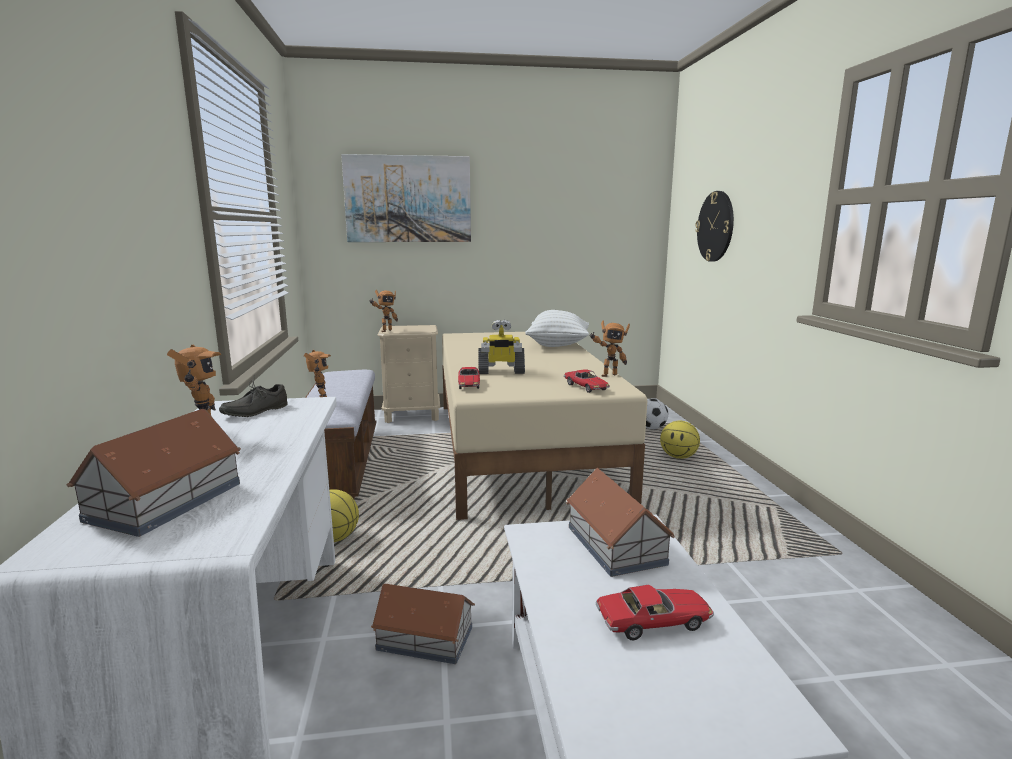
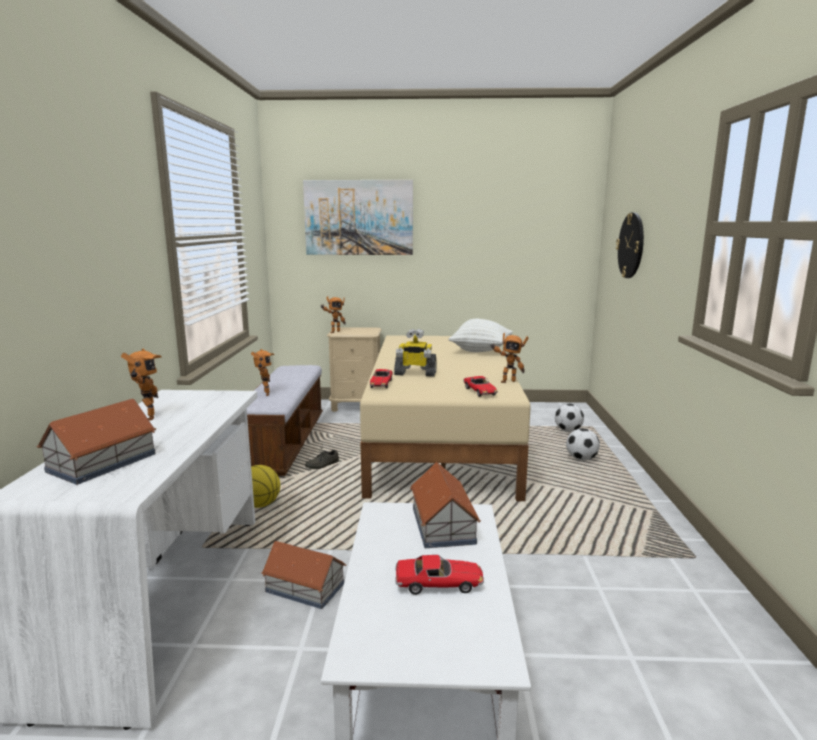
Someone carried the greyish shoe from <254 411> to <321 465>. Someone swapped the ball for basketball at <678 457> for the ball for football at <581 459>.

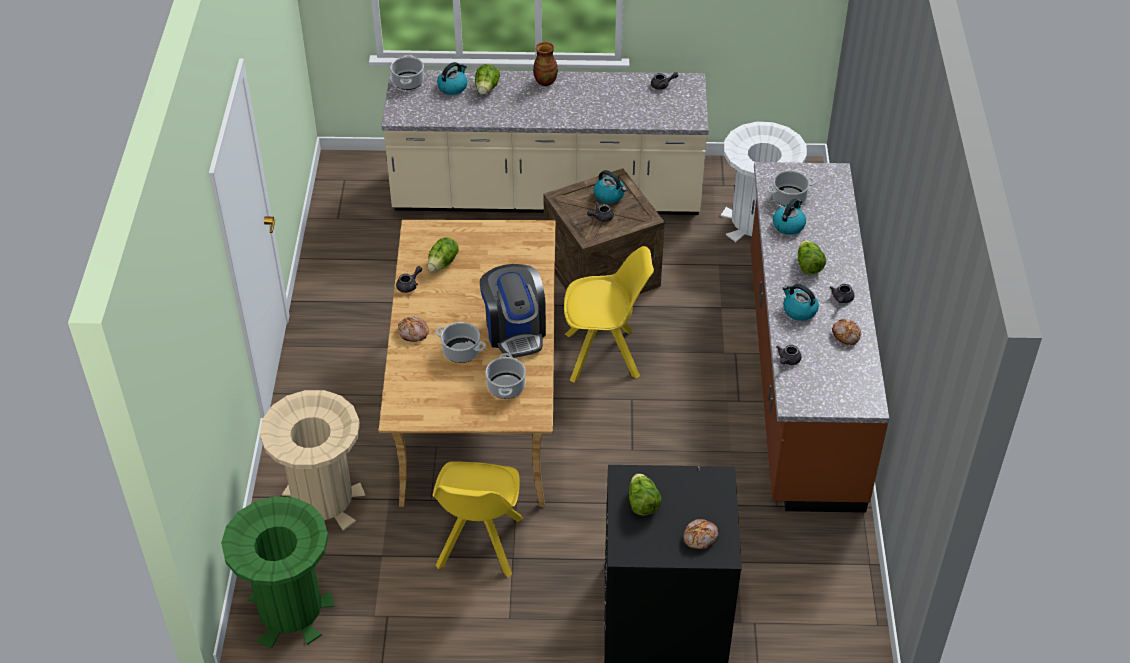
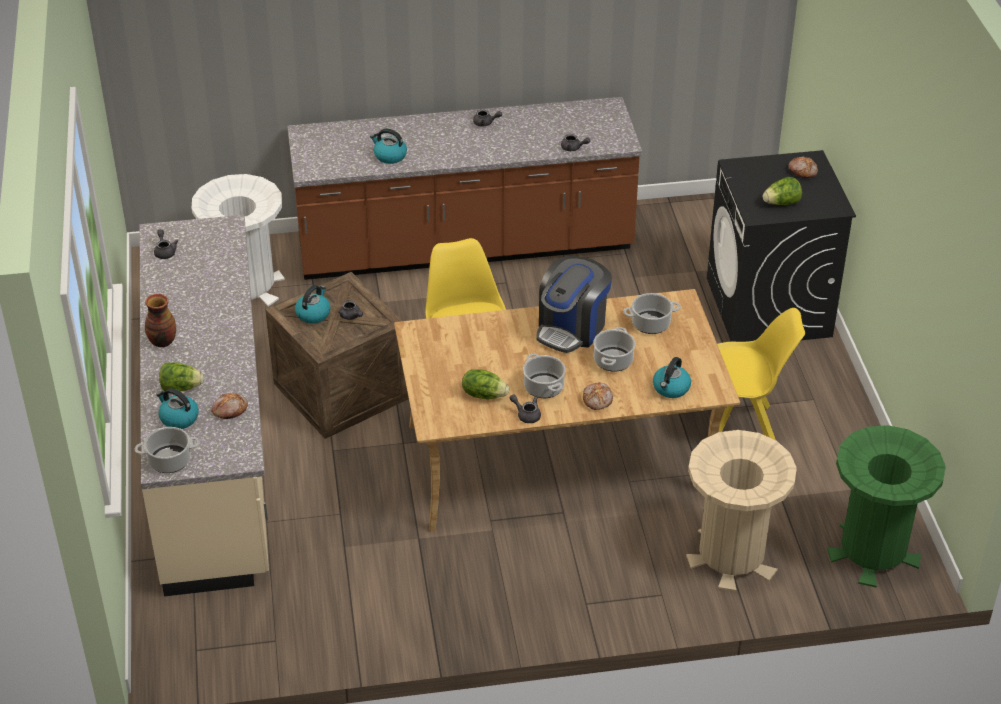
Someone took away the head of lettuce at <808 266>. Someone carried the saucepot from <789 197> to <543 387>. Someone carried the kettle from <799 310> to <671 388>. Someone carried the baked bread from <846 334> to <229 410>. Someone rotated the coffee brewer at <515 331> by 150 degrees clockwise.

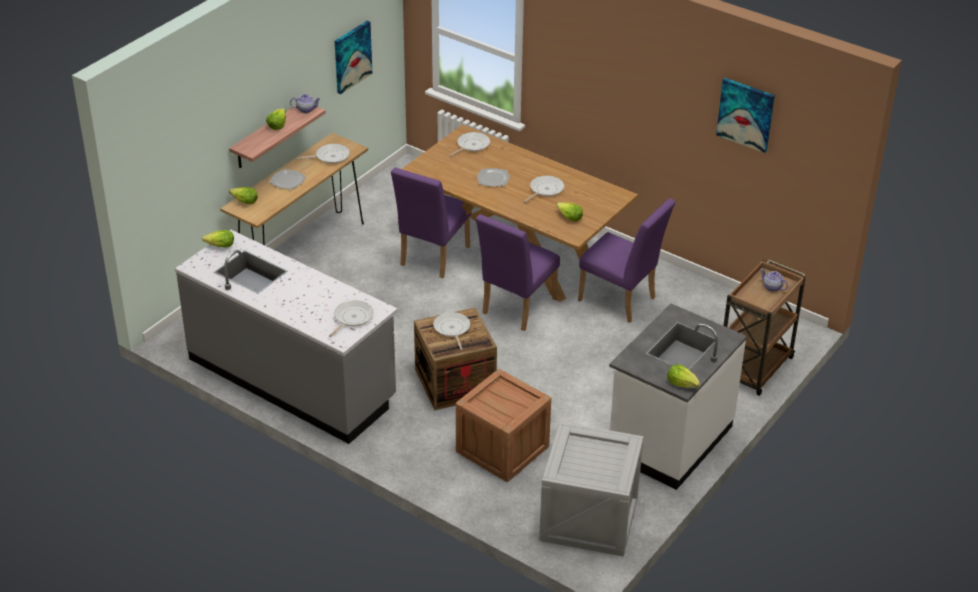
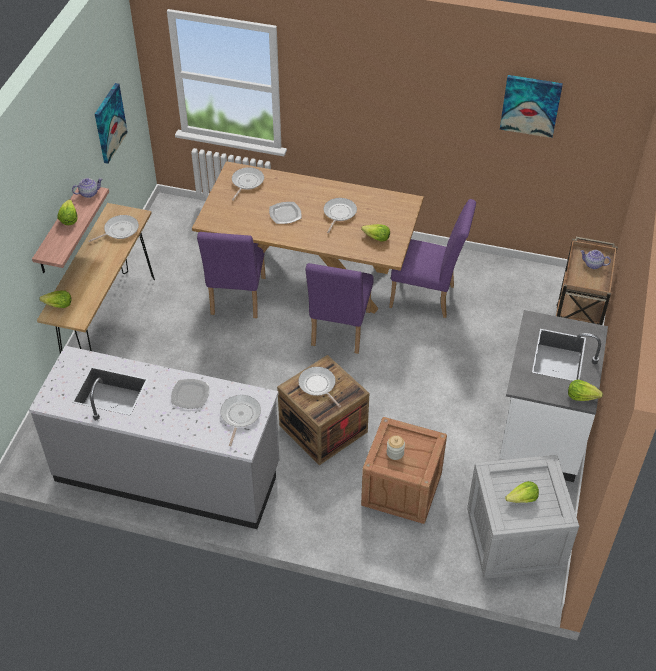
Someone put down the storage jar at <395 453>. Someone carried the head of lettuce from <220 246> to <522 499>. Someone carried the plate from <287 181> to <190 395>.

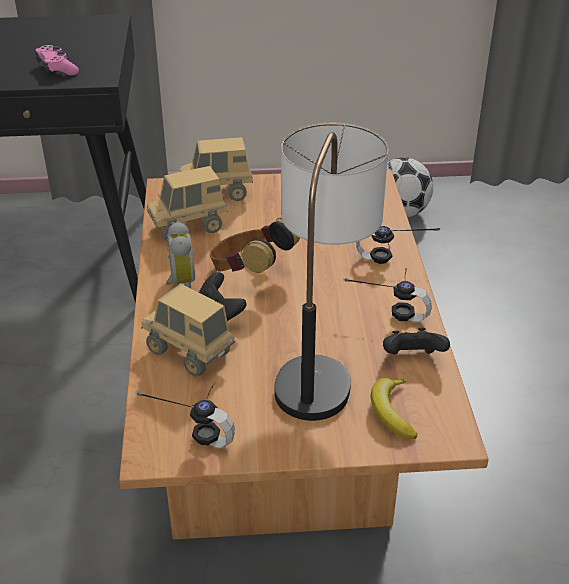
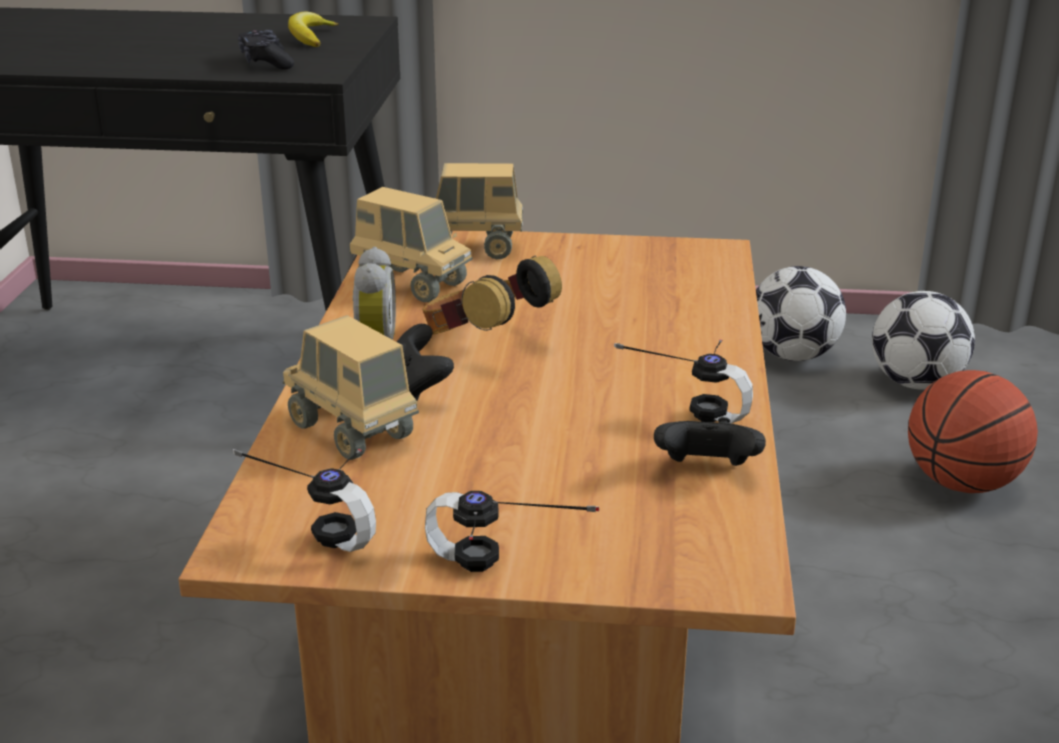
Someone took away the tabletop lamp at <321 362>. Someone put down the ball for football at <916 383>. Someone put down the ball for basketball at <962 483>. Someone carried the headset from <394 265> to <500 578>. Someone carried the banana fruit from <392 412> to <311 37>. Someone repainted the pinkish joypad at <57 68>, which became the black joypad at <266 62>. Someone rotated the toy truck at <189 228> by 135 degrees counterclockwise.

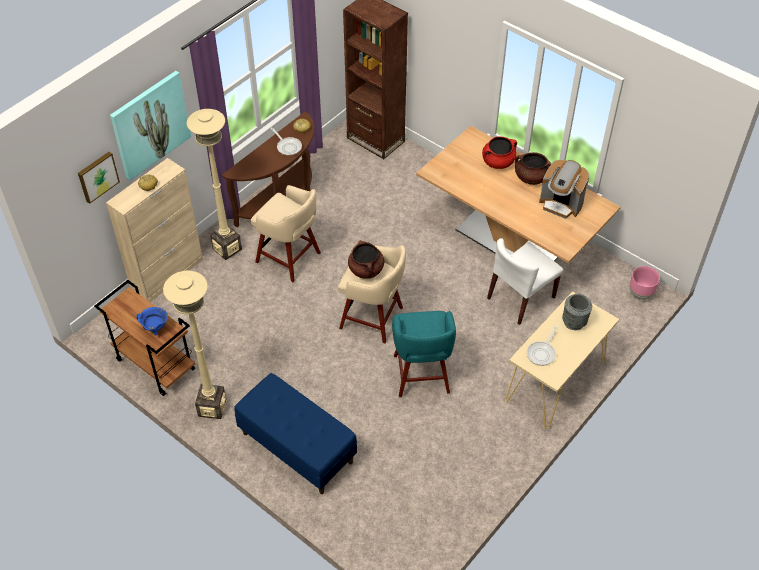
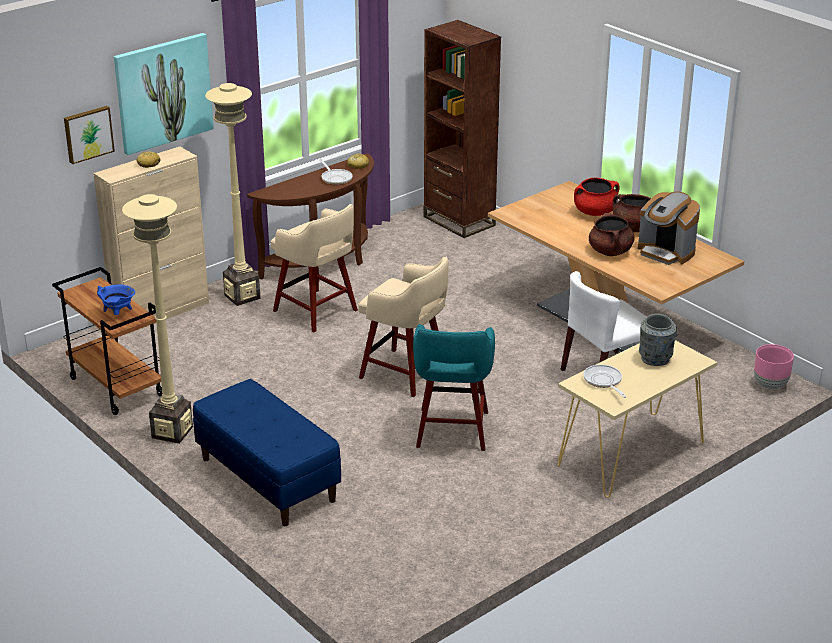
Someone carried the brownish saucepot from <366 270> to <610 252>. Someone rotated the pan at <542 353> by 120 degrees clockwise.

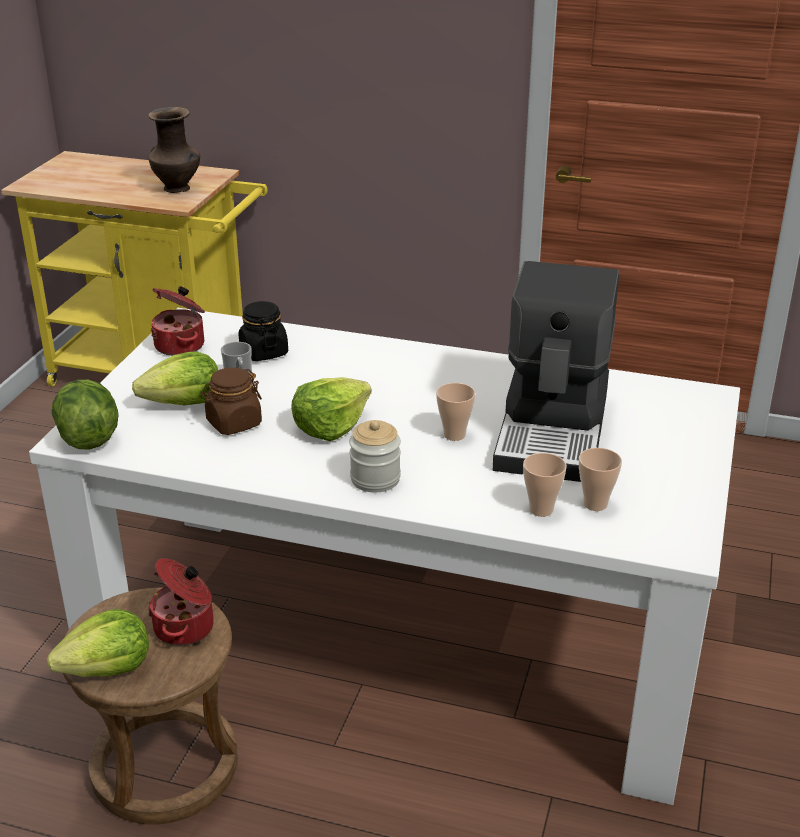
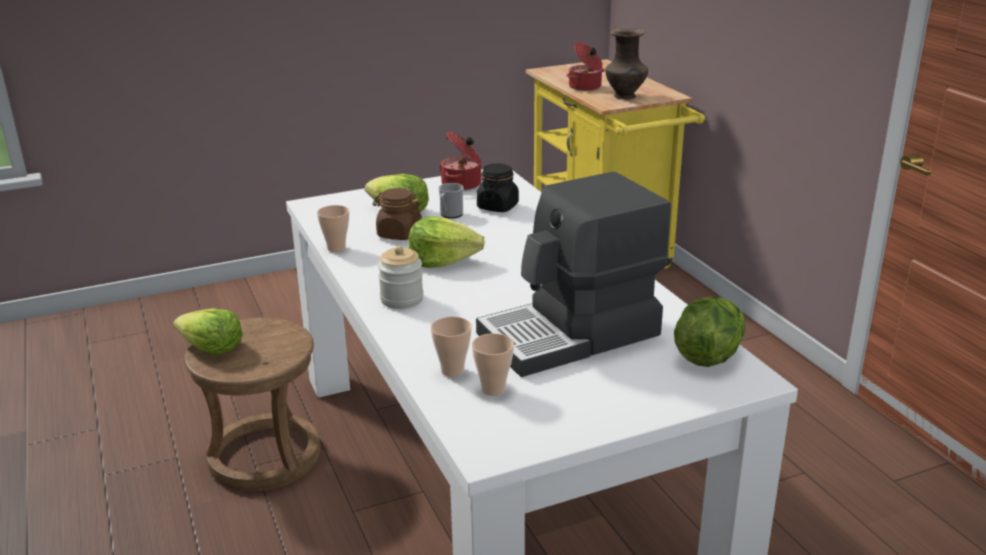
Someone carried the head of lettuce from <88 436> to <708 354>. Someone carried the saucepot from <186 627> to <585 87>. Someone carried the drinking cup from <454 435> to <336 248>.

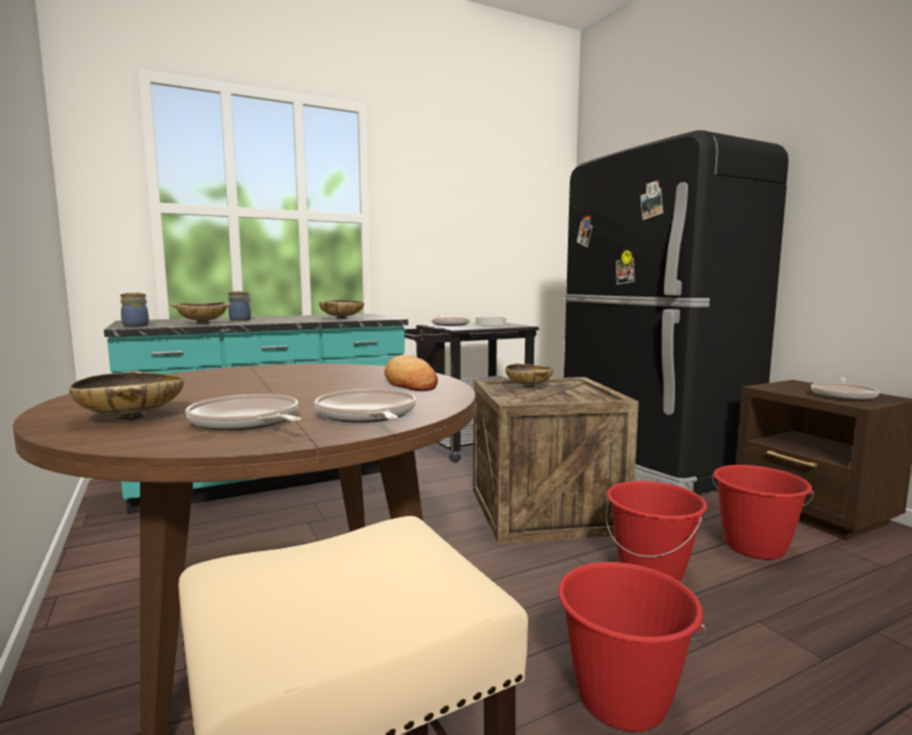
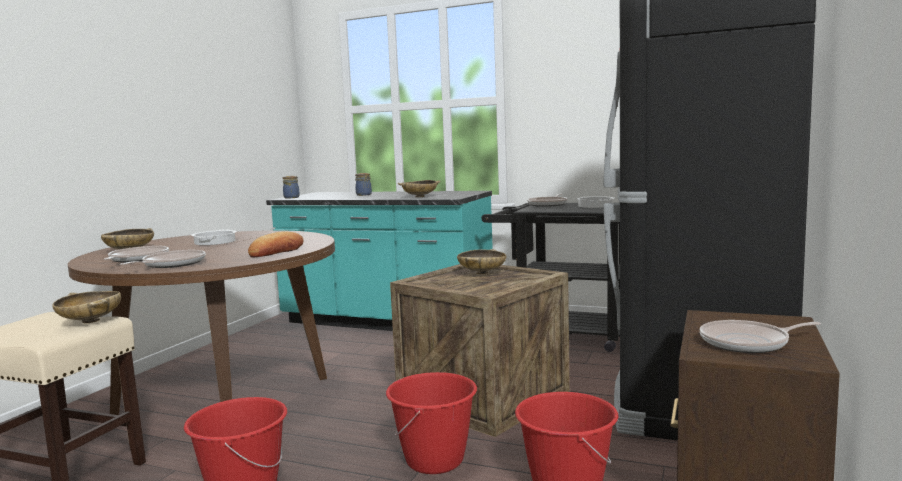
Someone put down the saucepot at <215 242>. Someone carried the beige-coloured serving bowl from <203 323> to <90 321>.

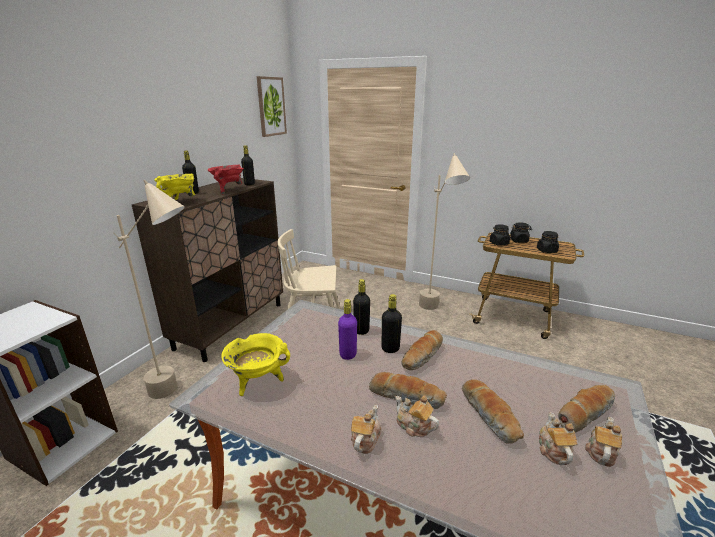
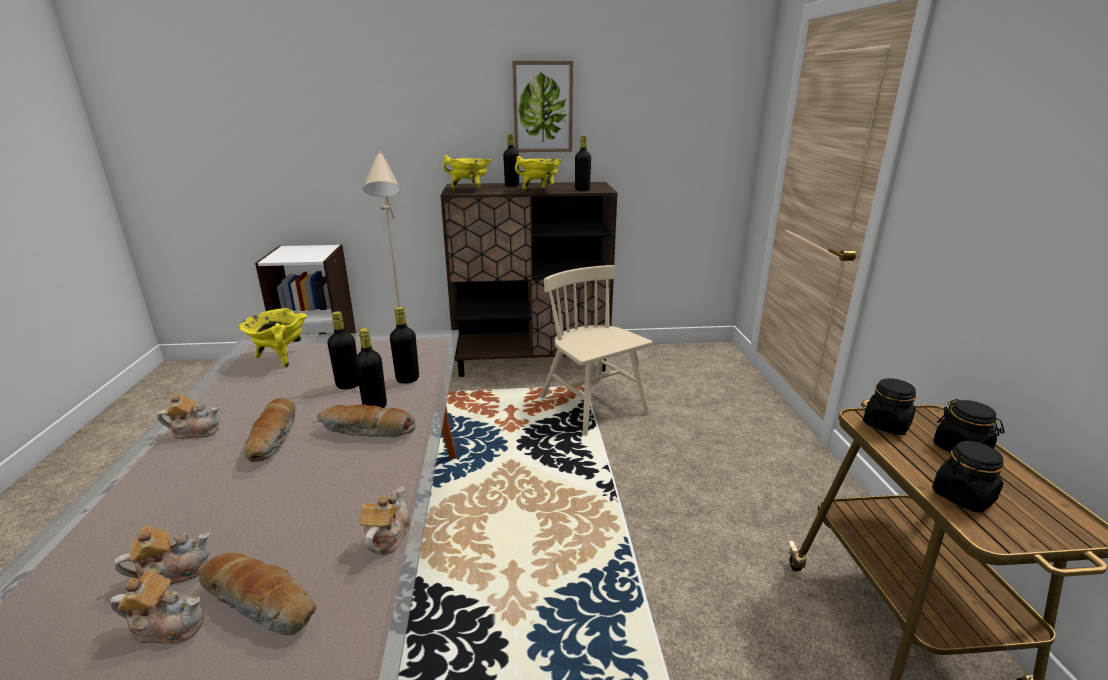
Someone took away the beige-coloured standard lamp at <434 313>. Someone took away the baked bread at <490 416>. Someone carried the wall art from <271 106> to <542 107>. Someone carried the tea pot from <414 426> to <387 536>. Someone repainted the red-coloured saucepot at <228 191>, which became the yellowish saucepot at <540 190>. Someone repainted the purplish bottle at <348 354>, which became the black bottle at <348 385>.

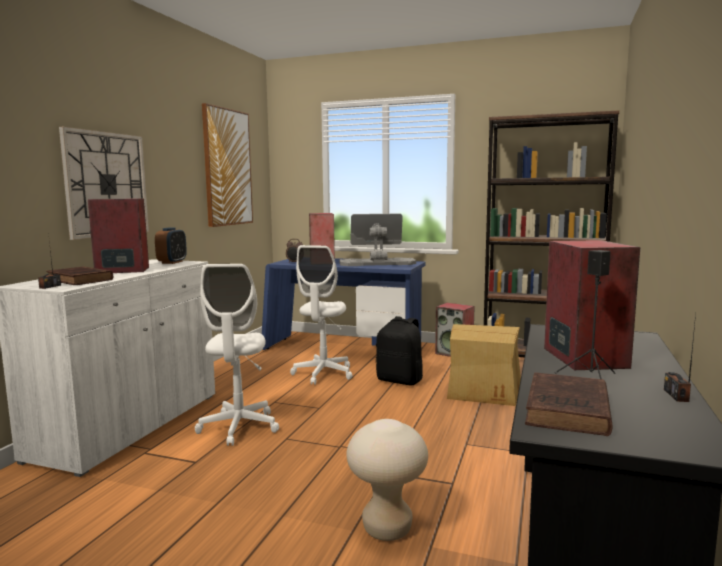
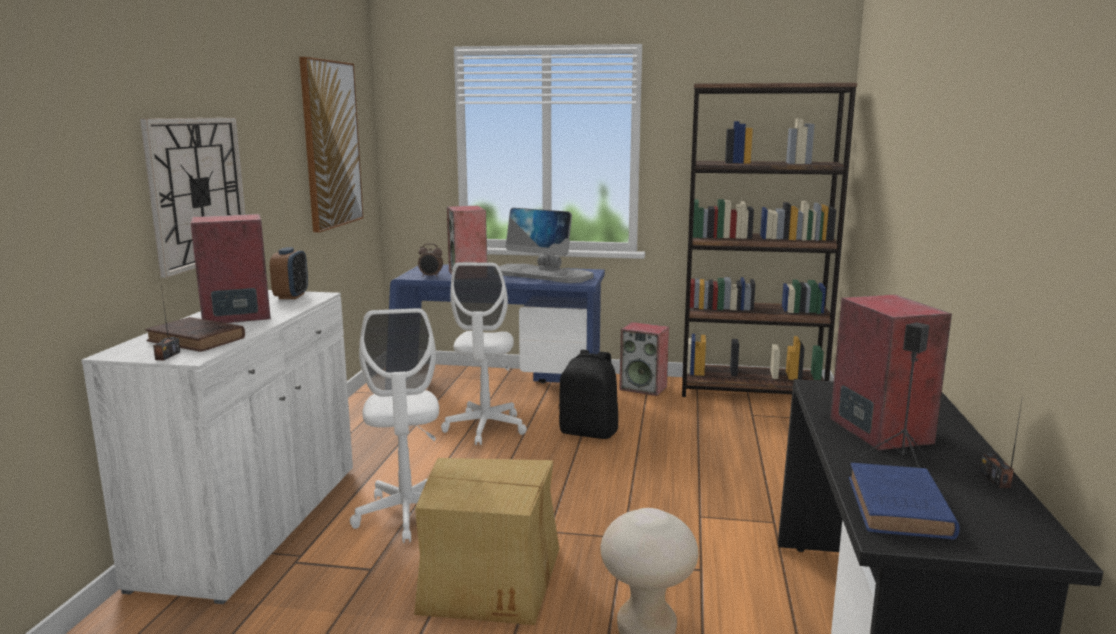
Someone carried the cardboard box from <483 389> to <489 579>. Someone repainted the brownish book at <567 411>, which became the blue-coloured book at <899 509>. Someone rotated the computer display at <376 263> by 135 degrees counterclockwise.

